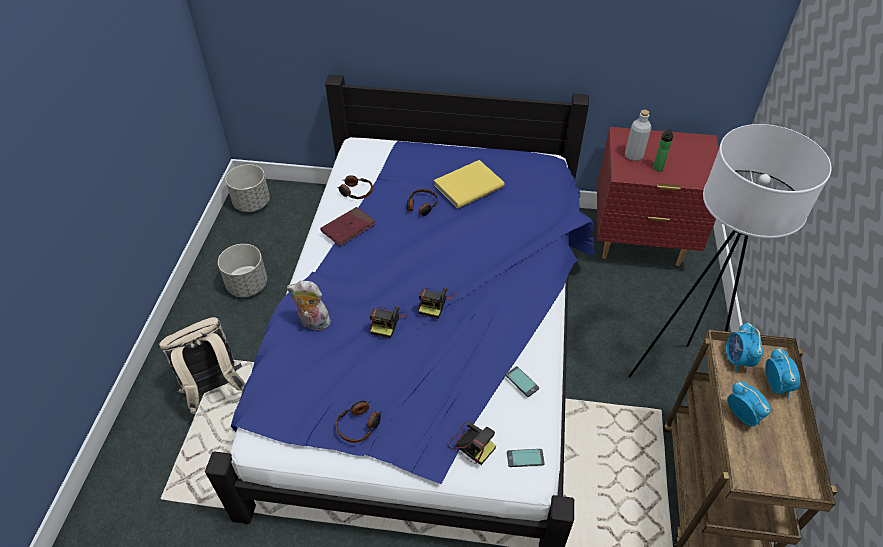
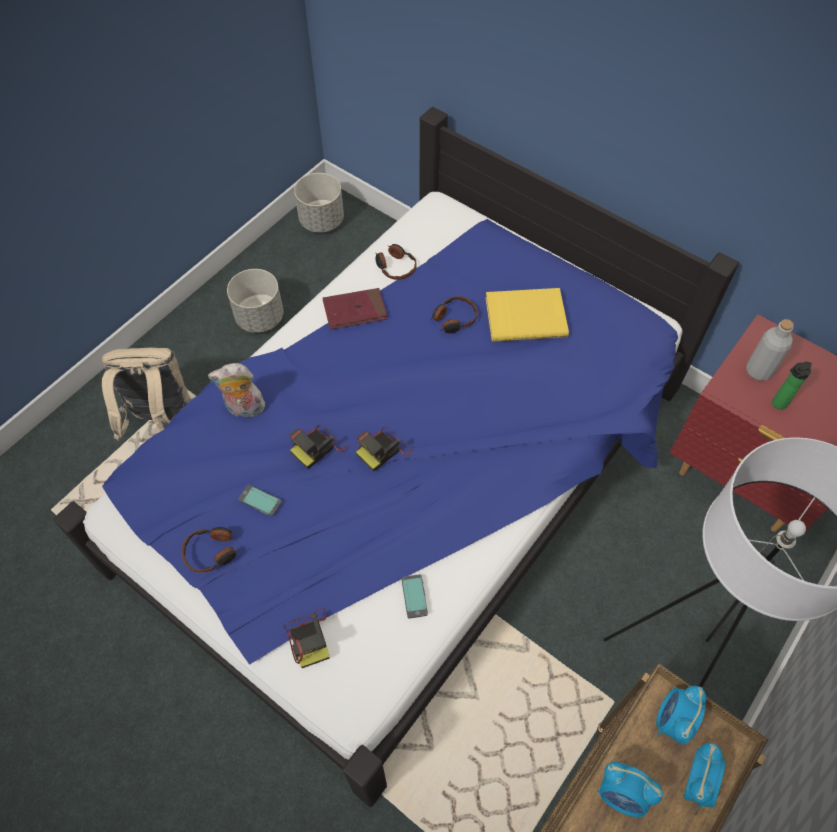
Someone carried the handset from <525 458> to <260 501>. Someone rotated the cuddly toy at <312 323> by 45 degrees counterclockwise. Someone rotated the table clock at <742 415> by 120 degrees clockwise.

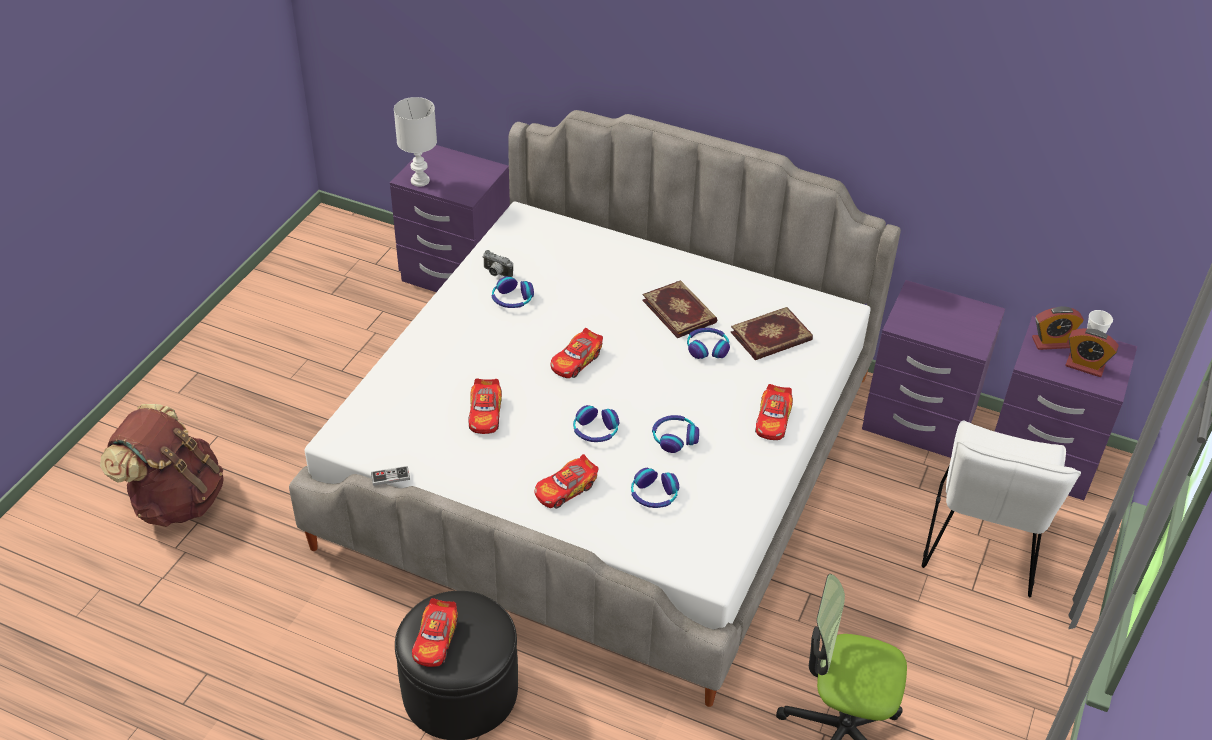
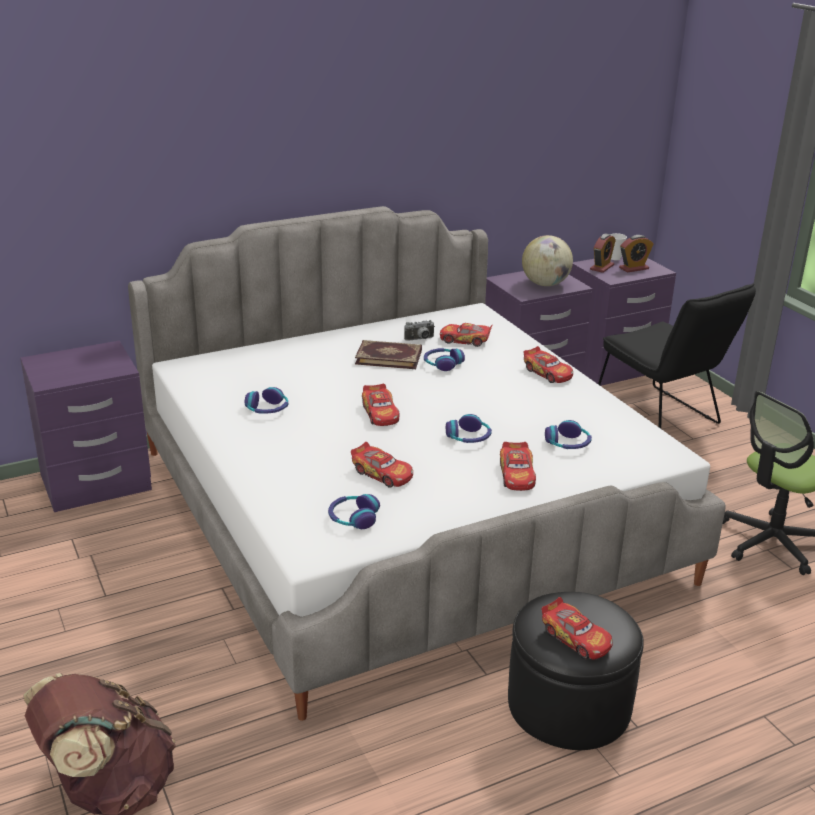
Someone took away the joypad at <390 477>. Someone took away the whitish tabletop lamp at <420 181>. Someone put down the world globe at <545 284>. Someone carried the still camera from <496 273> to <420 339>. Someone carried the headset from <674 438> to <353 518>. Someone swapped the book at <771 337> for the miniature car at <465 340>. Someone repainted the whitish plain chair at <981 547>, which became the black plain chair at <661 419>.

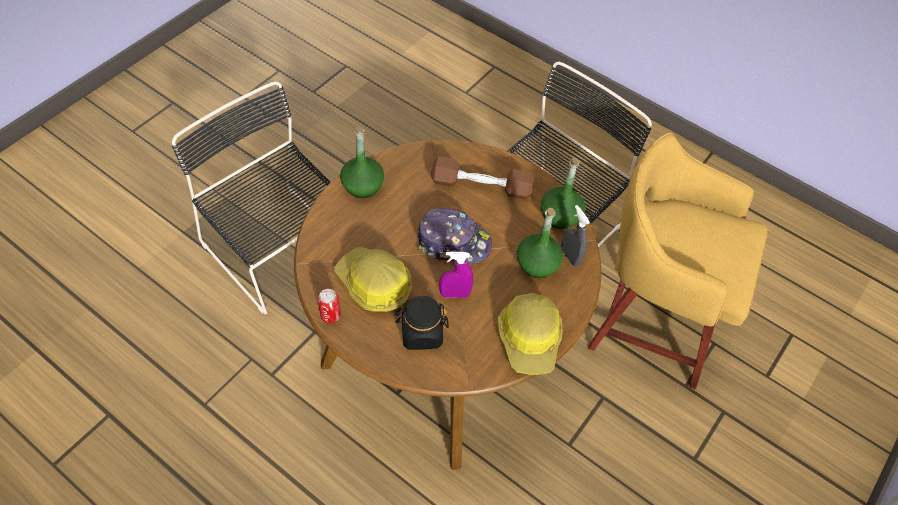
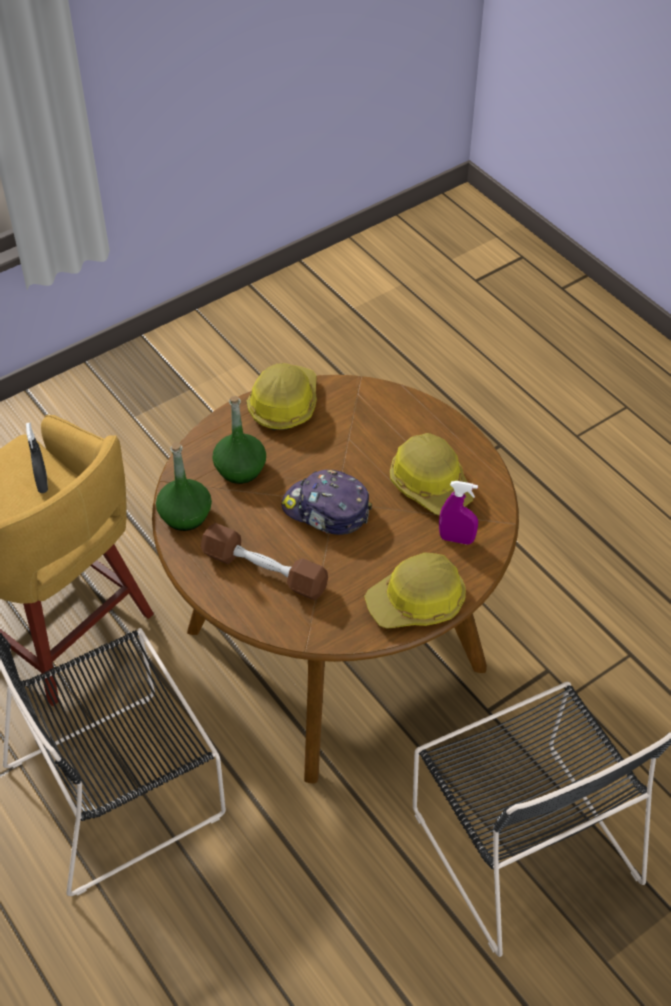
Someone took away the sealed can at <330 315>. Someone took away the black storage jar at <421 333>. Someone carried the purplish sprayer from <454 294> to <456 539>. Someone carried the greyish sprayer from <570 256> to <42 483>. Someone swapped the greenish bottle at <362 186> for the safety helmet at <417 602>.

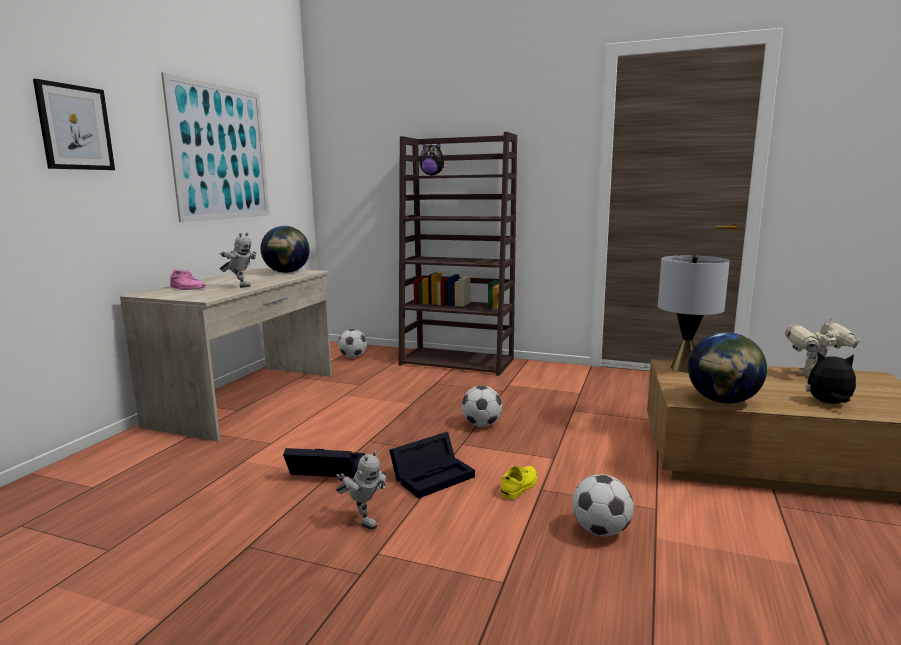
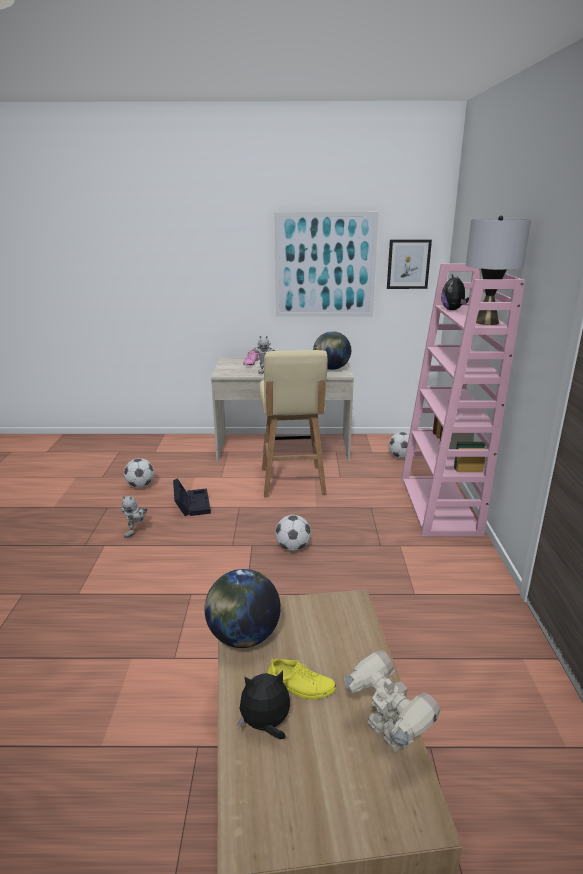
Someone took away the black storage box at <433 475>. Someone put down the beige-coloured sitting stool at <292 482>. Someone carried the wall art from <75 127> to <408 264>. Someone carried the yellowish shoe from <519 486> to <300 686>. Someone carried the ball for football from <601 531> to <140 486>. Someone carried the greyish tabletop lamp from <684 368> to <486 322>. Someone repainted the brownish shelving unit at <458 362>, which became the pinkish shelving unit at <440 506>. Someone rotated the cuddly toy at <828 403> by 105 degrees counterclockwise.

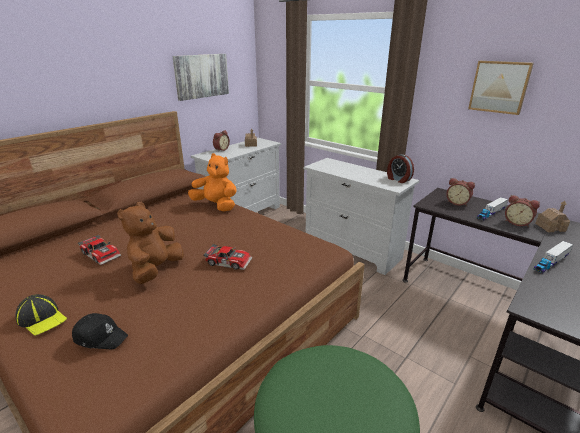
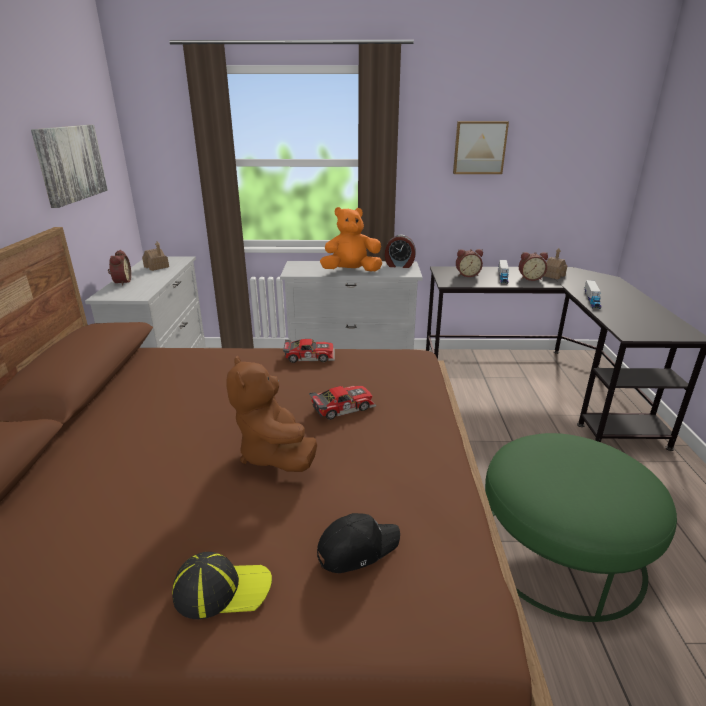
Someone carried the miniature car from <102 254> to <309 356>. Someone carried the orange-coloured cuddly toy from <216 205> to <351 271>.

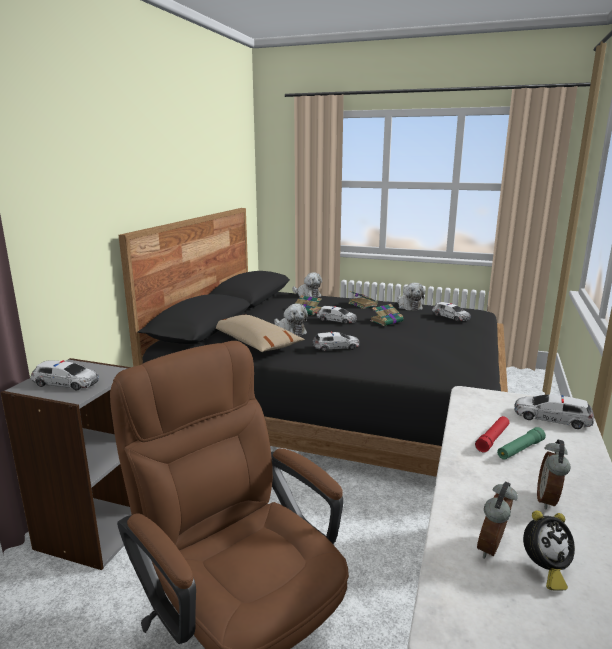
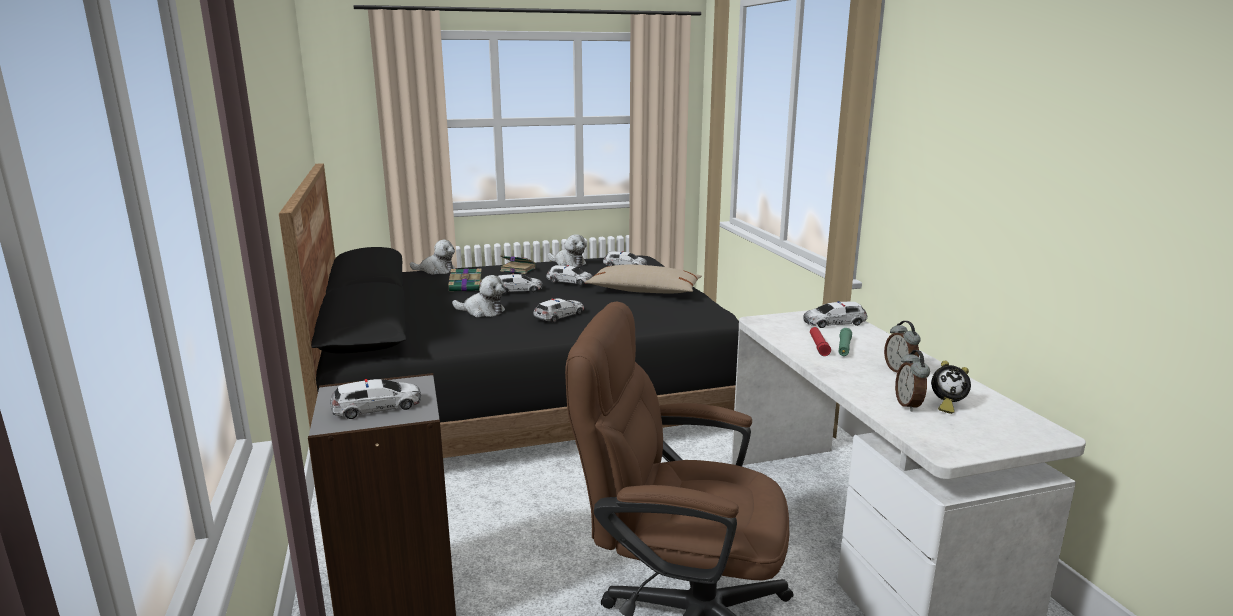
Someone carried the beige-coloured pillow from <254 343> to <644 291>. Someone swapped the book at <387 321> for the miniature car at <570 281>. Someone rotated the table clock at <544 570> by 60 degrees clockwise.

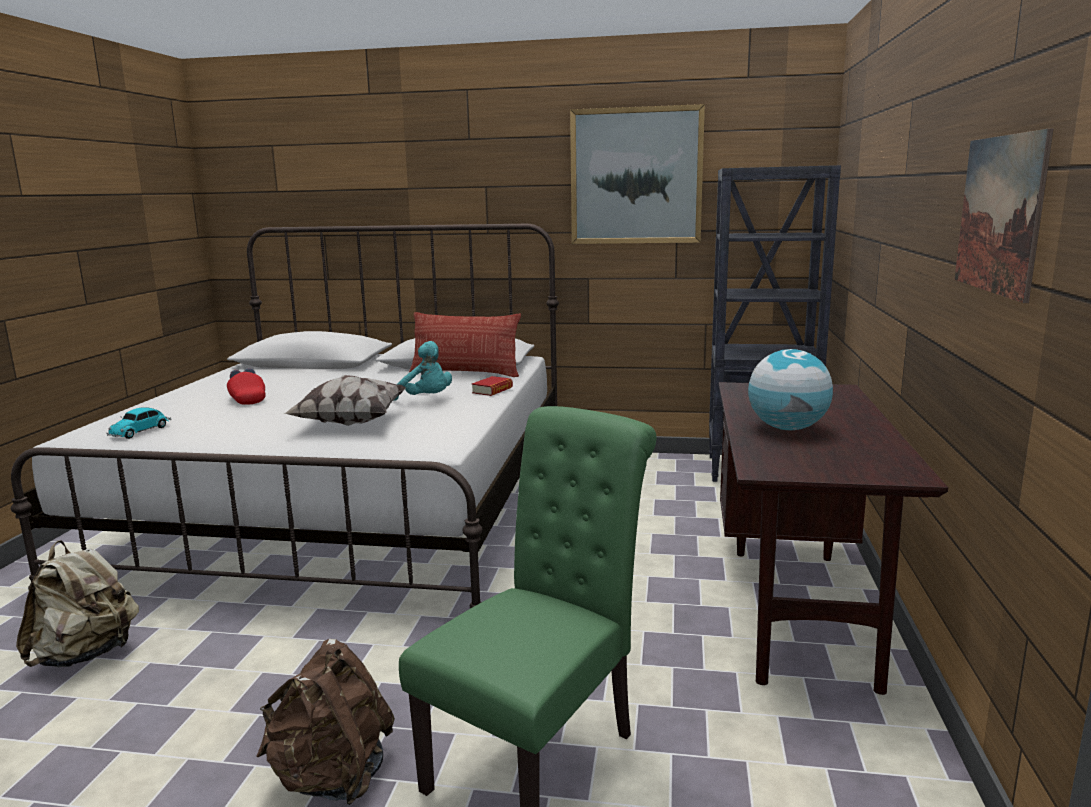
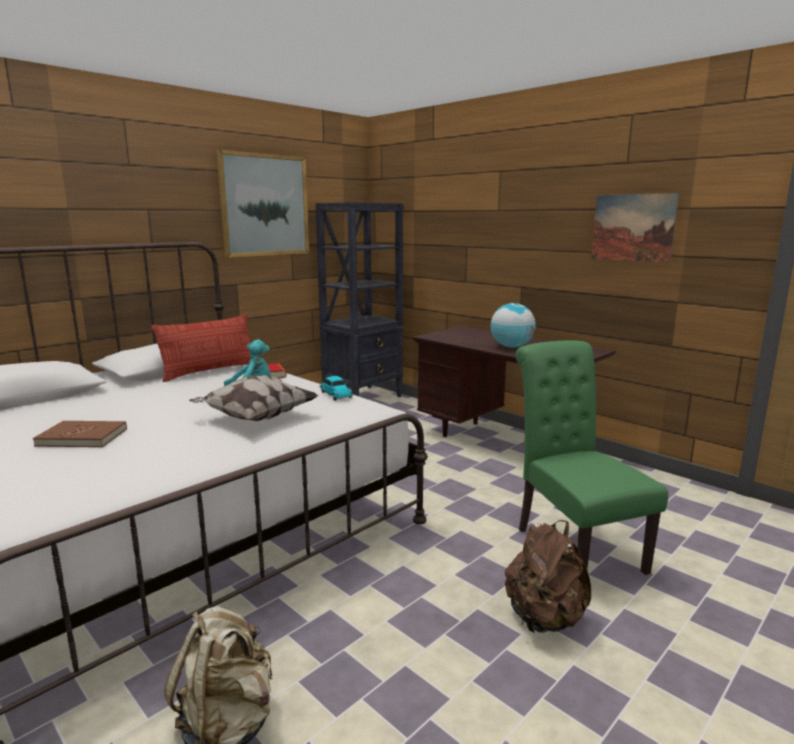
Someone carried the miniature car from <141 431> to <335 394>. Someone swapped the red-coloured cap at <247 399> for the brownish book at <82 437>.

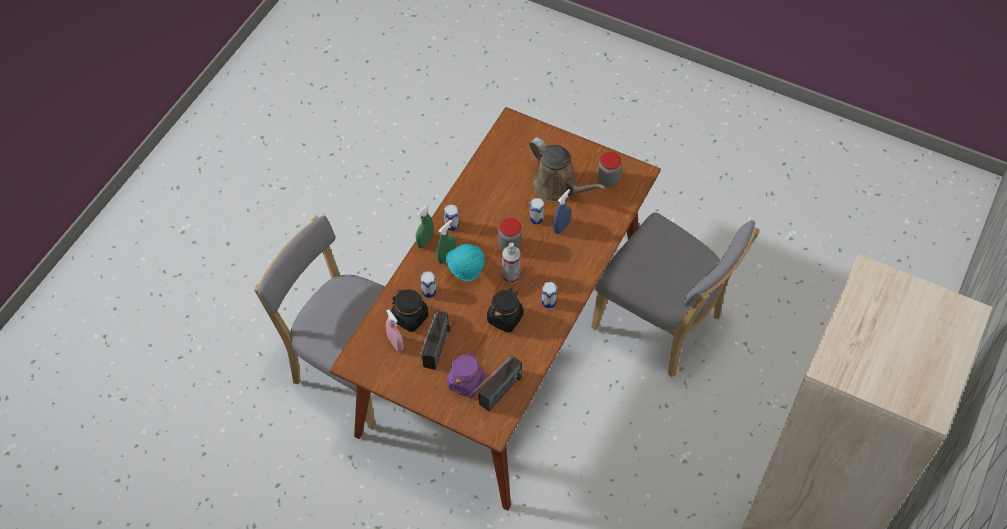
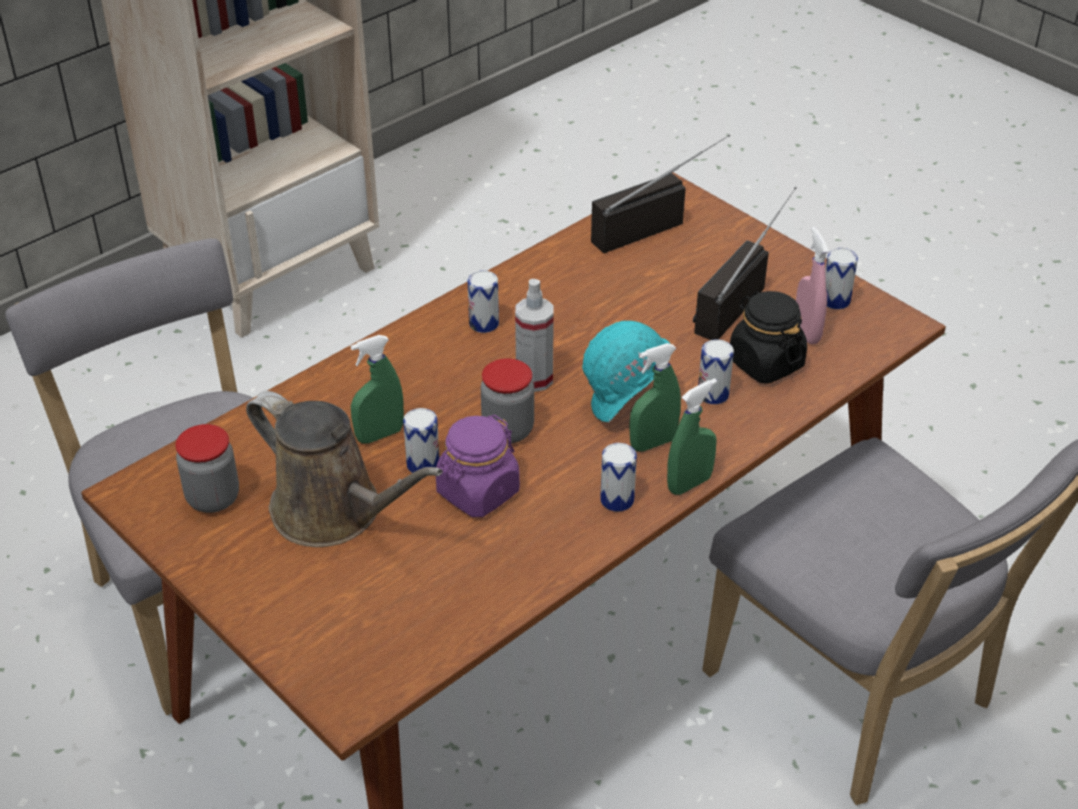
Someone took away the black storage jar at <505 318>. Someone put down the sealed can at <835 300>. Someone carried the purplish storage jar from <465 382> to <477 492>. Someone repainted the blue-coloured sprayer at <561 227>, which became the greenish sprayer at <379 435>. Someone rotated the brownish watering pot at <558 187> by 150 degrees clockwise.

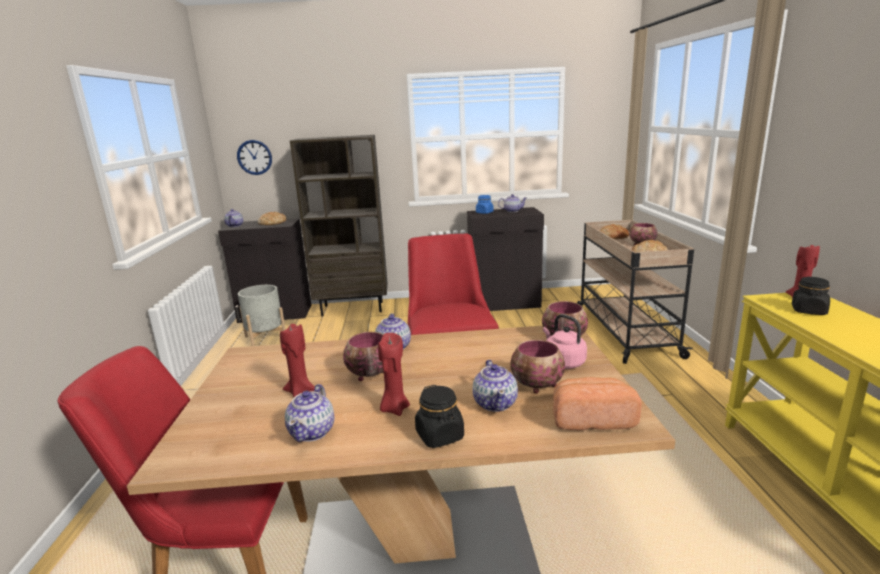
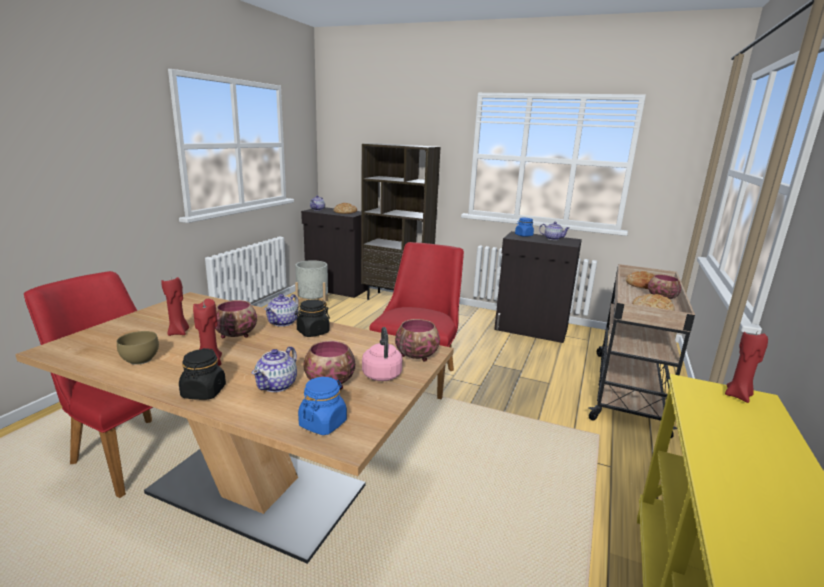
Someone took away the wall clock at <254 157>. Someone carried the black storage jar from <808 311> to <313 332>. Someone swapped the tea pot at <312 432> for the brownish serving bowl at <142 360>. Someone swapped the baked bread at <591 419> for the blue-coloured storage jar at <323 423>.

